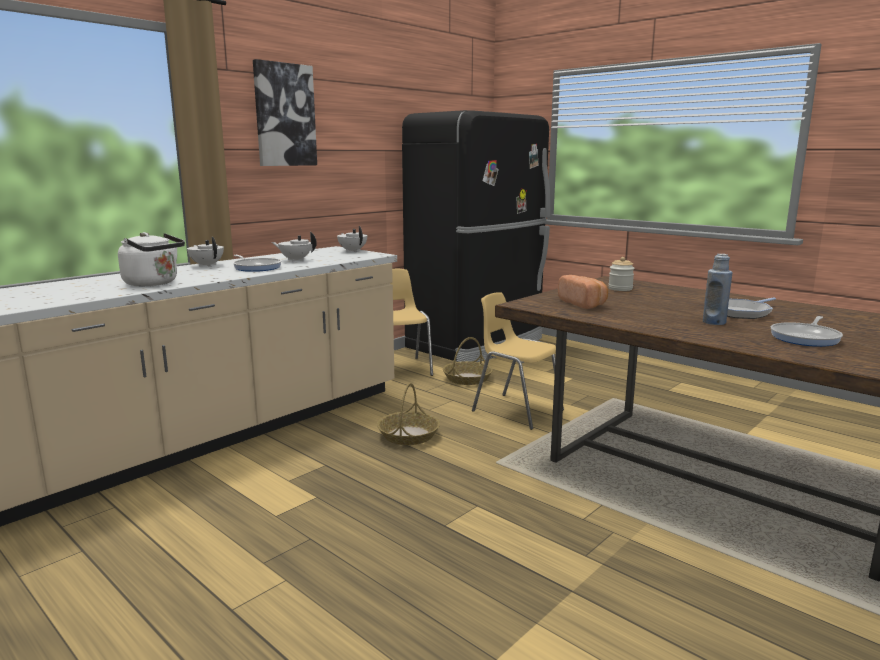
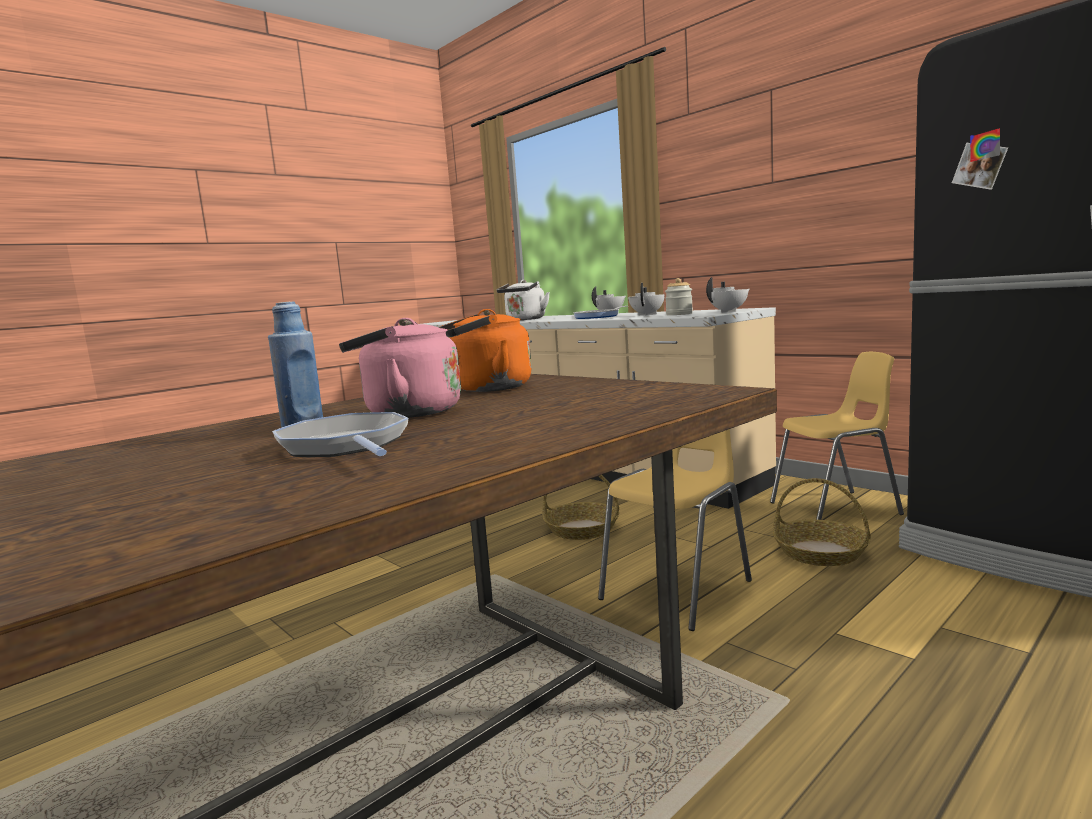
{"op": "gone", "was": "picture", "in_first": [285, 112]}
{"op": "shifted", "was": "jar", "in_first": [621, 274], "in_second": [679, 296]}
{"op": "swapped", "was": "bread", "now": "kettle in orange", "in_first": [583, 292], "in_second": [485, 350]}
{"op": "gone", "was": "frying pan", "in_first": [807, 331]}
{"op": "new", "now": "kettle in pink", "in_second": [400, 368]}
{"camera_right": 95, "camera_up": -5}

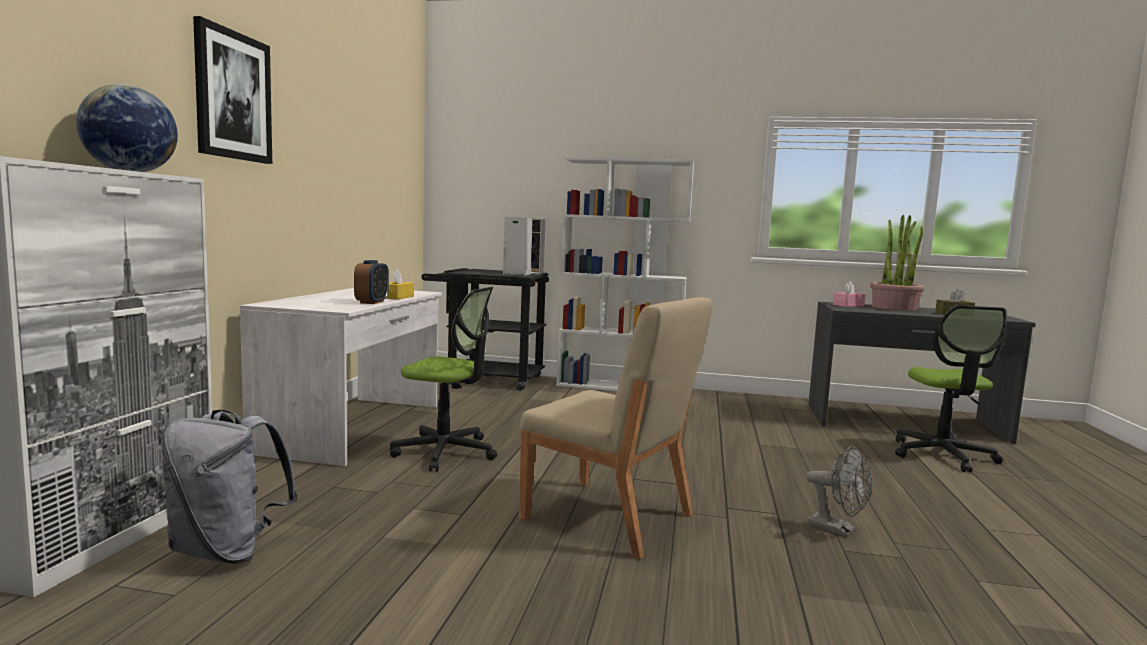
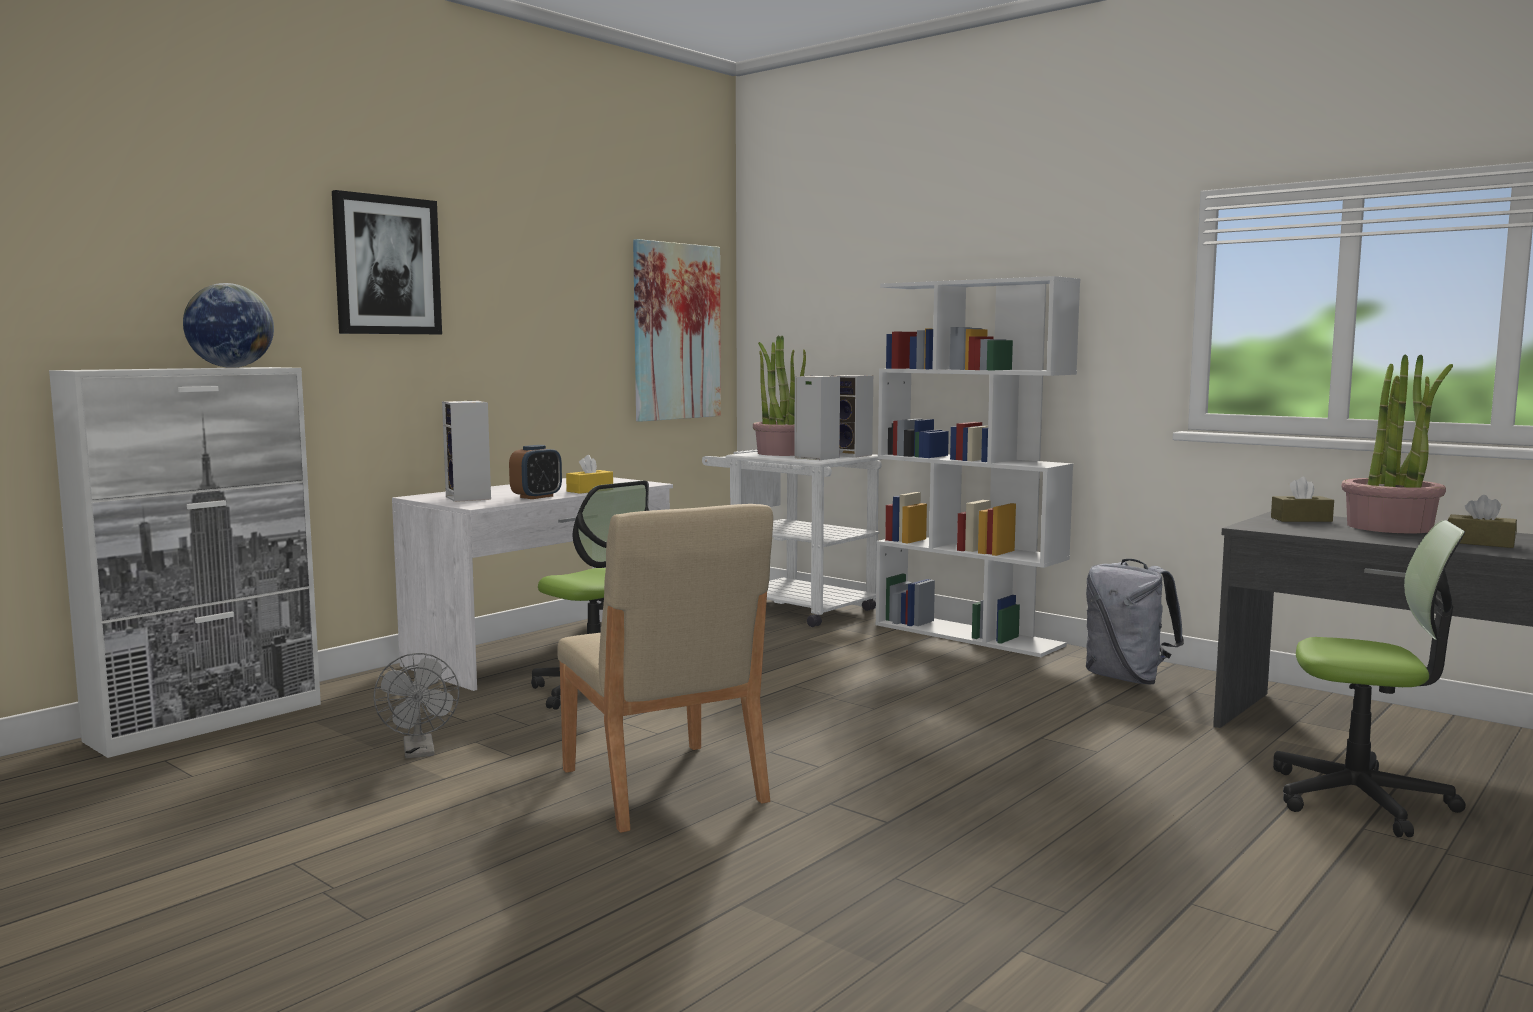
{"op": "repainted", "was": "cart in black", "now": "cart in white", "in_first": [485, 329], "in_second": [792, 538]}
{"op": "repainted", "was": "tissue box in pink", "now": "tissue box in brown", "in_first": [849, 294], "in_second": [1302, 499]}
{"op": "rotated", "was": "office chair", "in_first": [951, 388], "in_second": [1369, 678], "clockwise": -105}
{"op": "shifted", "was": "backpack in grey", "in_first": [229, 487], "in_second": [1135, 621]}
{"op": "shifted", "was": "fan in grey", "in_first": [839, 491], "in_second": [416, 706]}
{"op": "new", "now": "picture", "in_second": [677, 330]}
{"op": "new", "now": "potted plant", "in_second": [779, 395]}
{"op": "new", "now": "speaker", "in_second": [466, 451]}
{"camera_right": 30, "camera_up": 0}

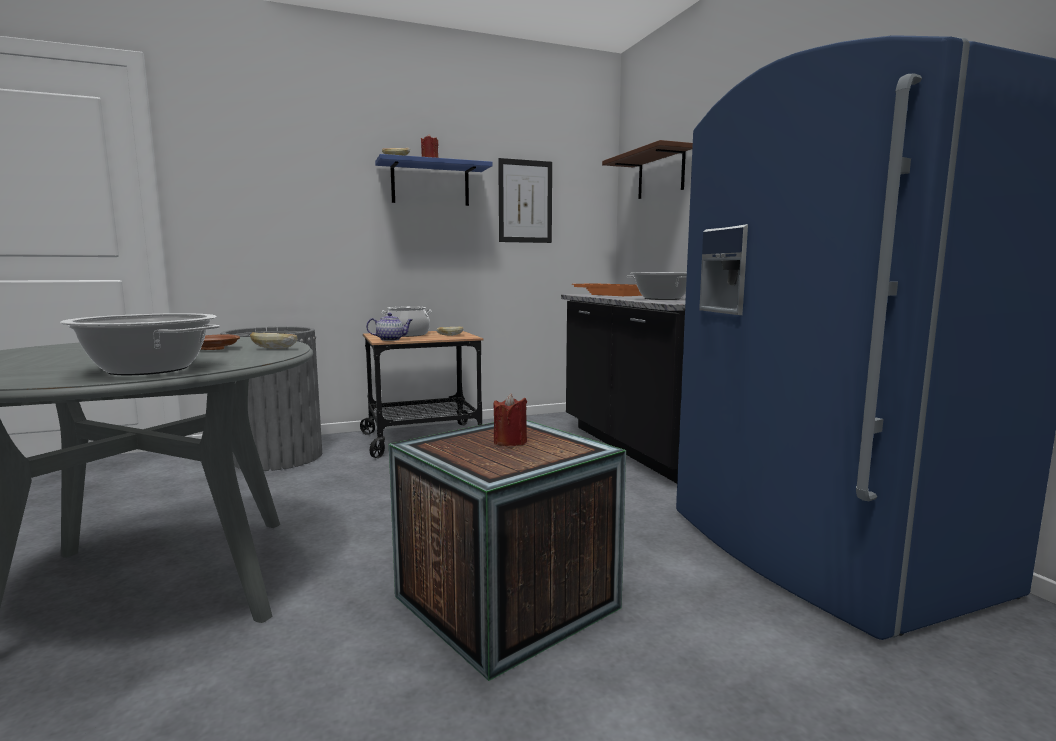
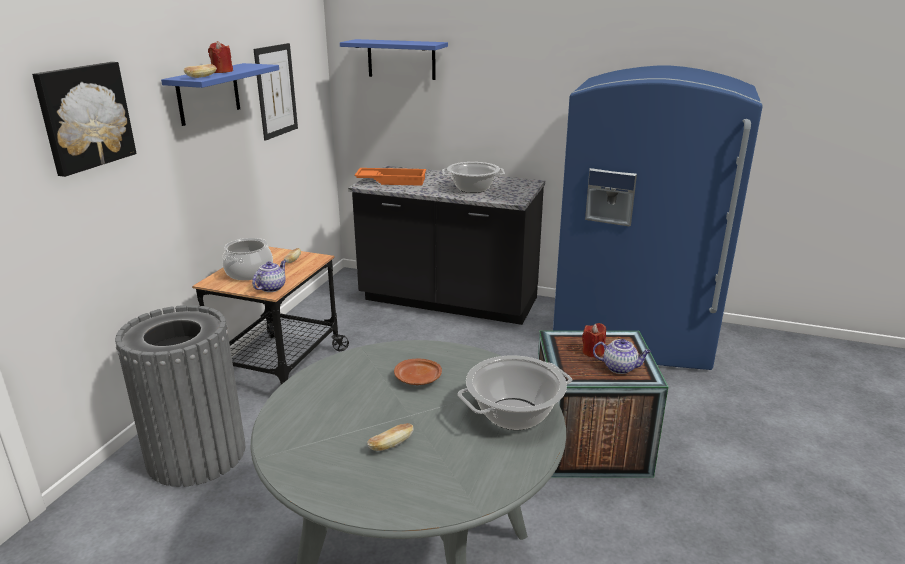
{"op": "repainted", "was": "shelf in brown", "now": "shelf in blue", "in_first": [647, 169], "in_second": [394, 59]}
{"op": "shifted", "was": "bread", "in_first": [273, 340], "in_second": [390, 437]}
{"op": "new", "now": "picture", "in_second": [84, 119]}
{"op": "new", "now": "teapot", "in_second": [622, 356]}
{"camera_right": -50, "camera_up": 15}

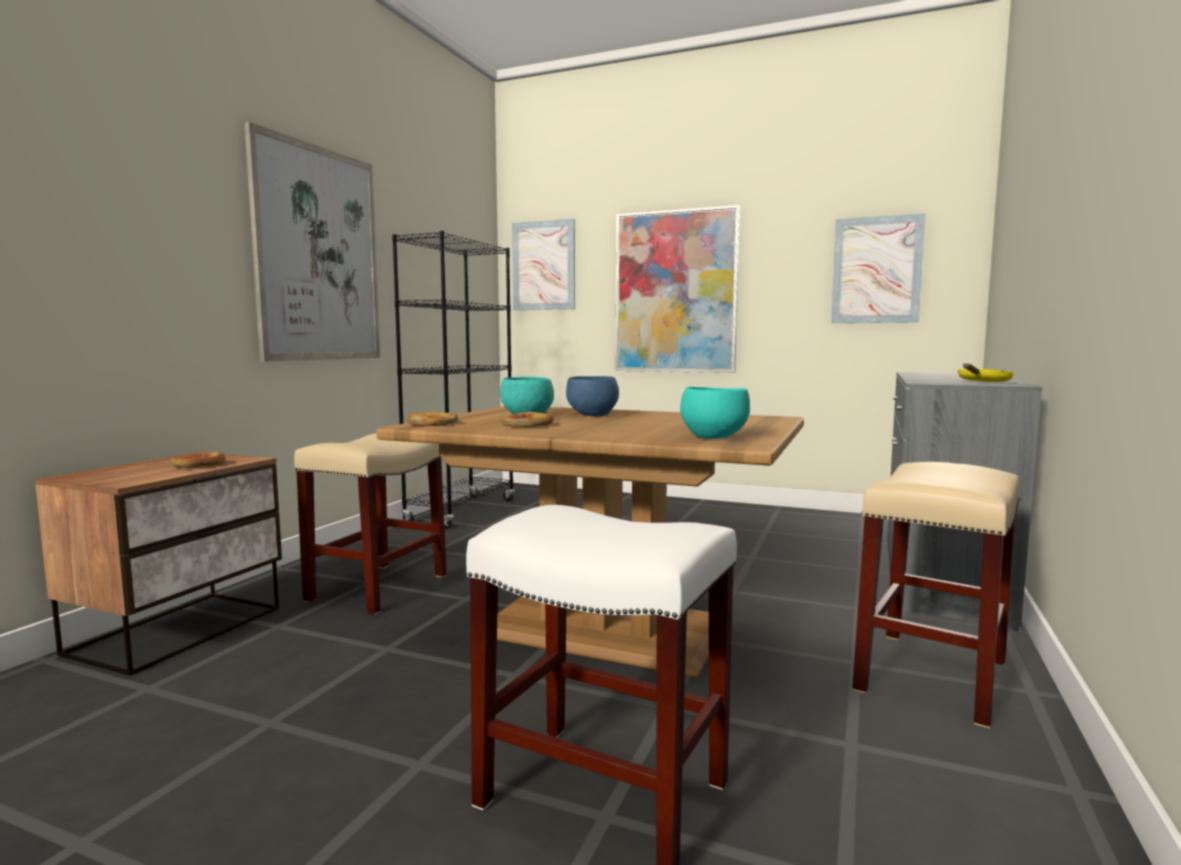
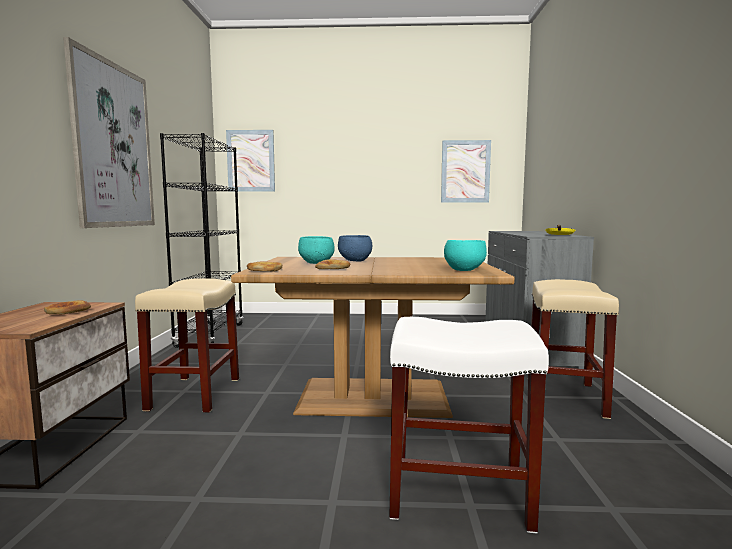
{"op": "gone", "was": "picture", "in_first": [678, 289]}
{"camera_right": -20, "camera_up": 0}

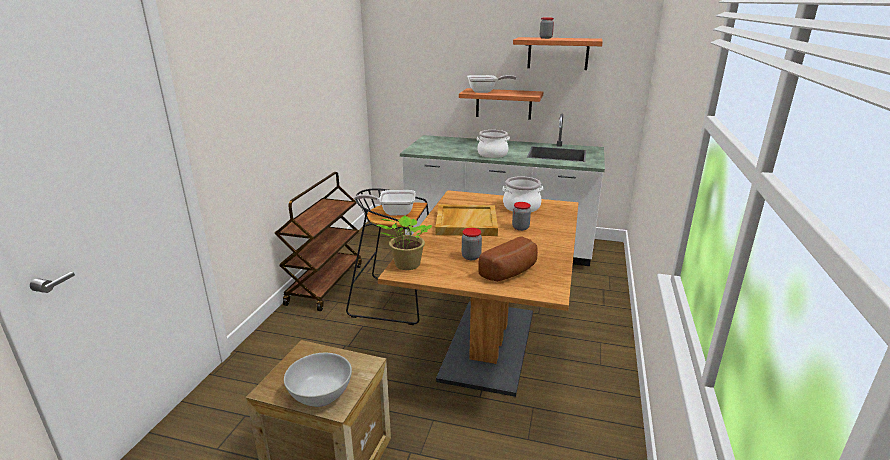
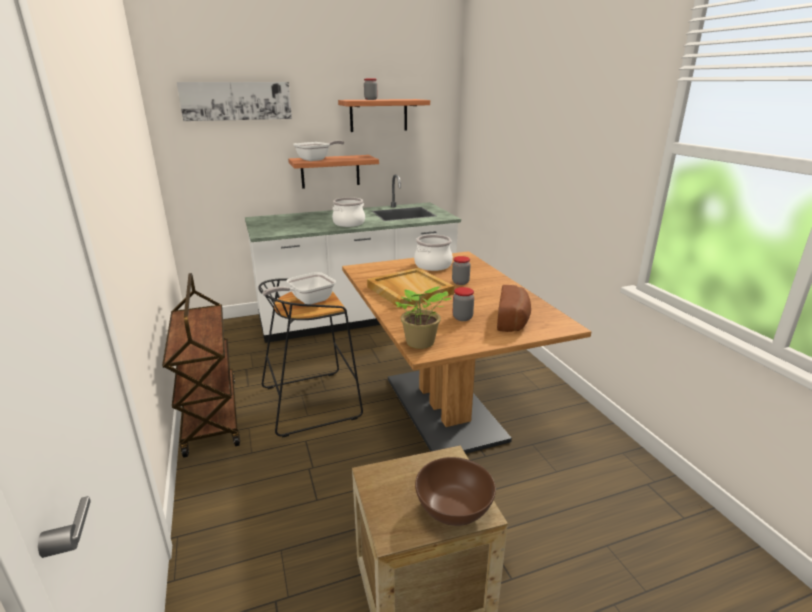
{"op": "repainted", "was": "bowl in white", "now": "bowl in brown", "in_first": [318, 380], "in_second": [455, 491]}
{"op": "new", "now": "picture", "in_second": [234, 101]}
{"camera_right": -35, "camera_up": 0}

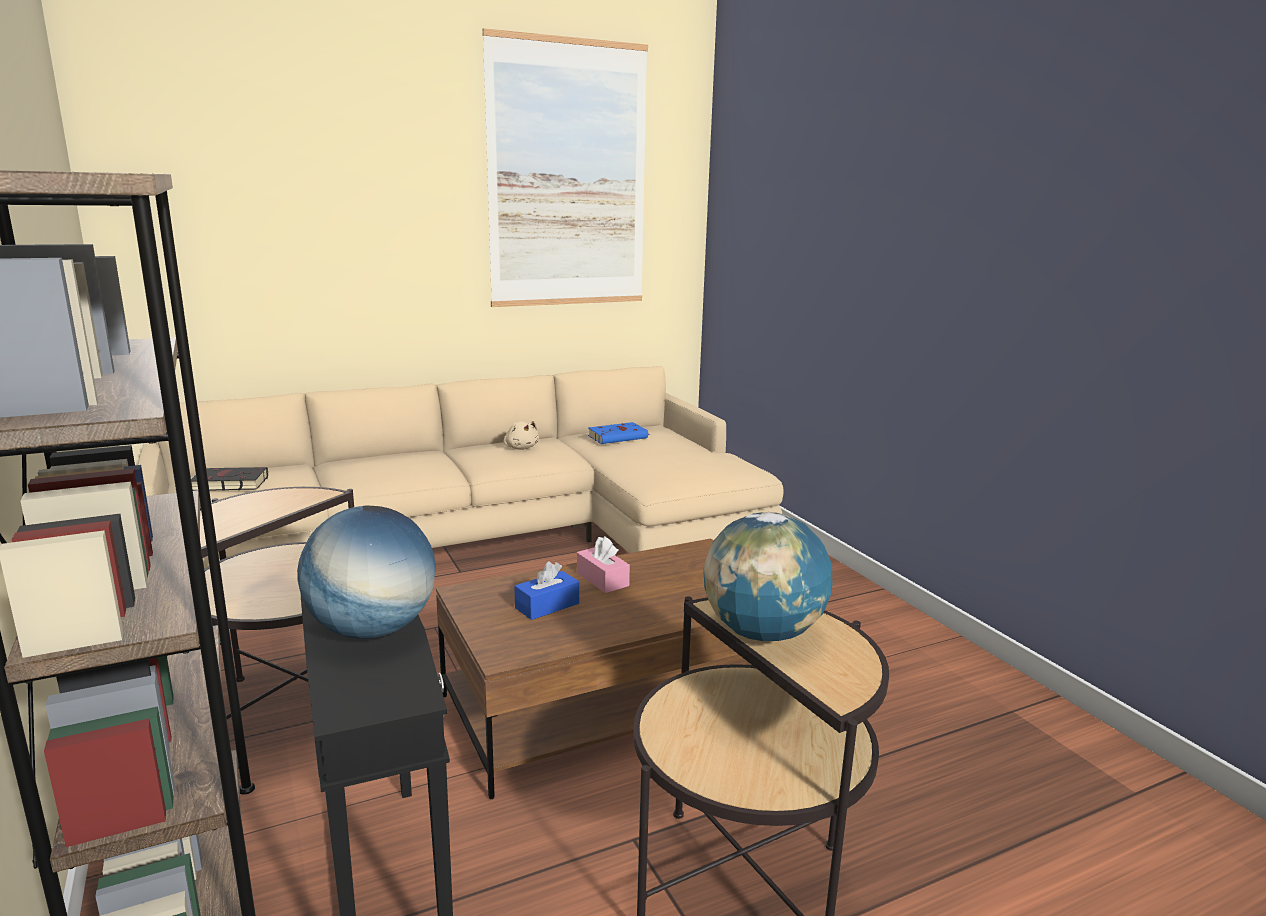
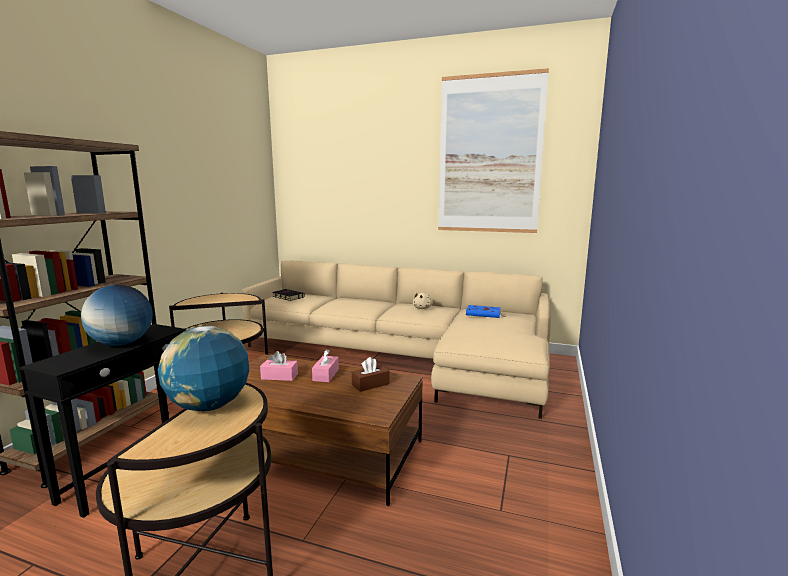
{"op": "repainted", "was": "tissue box in blue", "now": "tissue box in pink", "in_first": [546, 591], "in_second": [279, 366]}
{"op": "new", "now": "tissue box in brown", "in_second": [371, 374]}
{"camera_right": 45, "camera_up": -5}

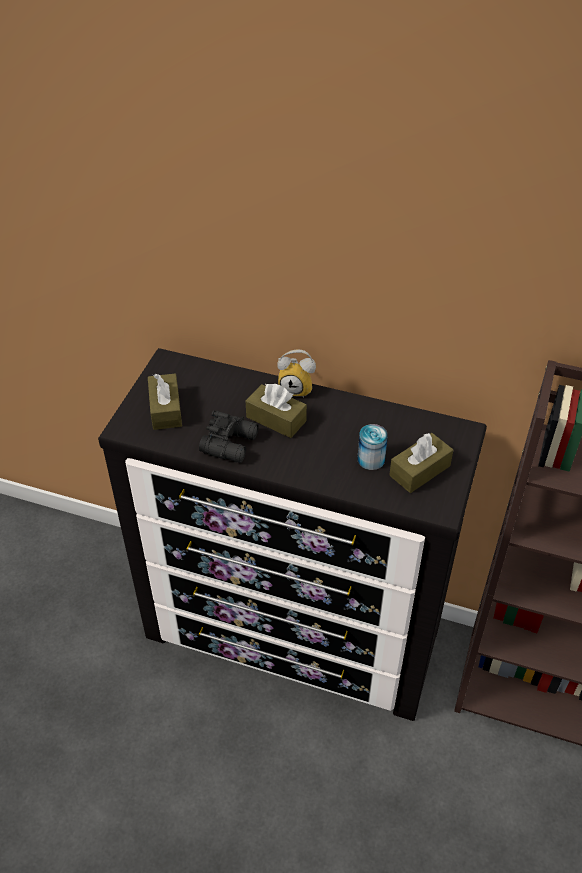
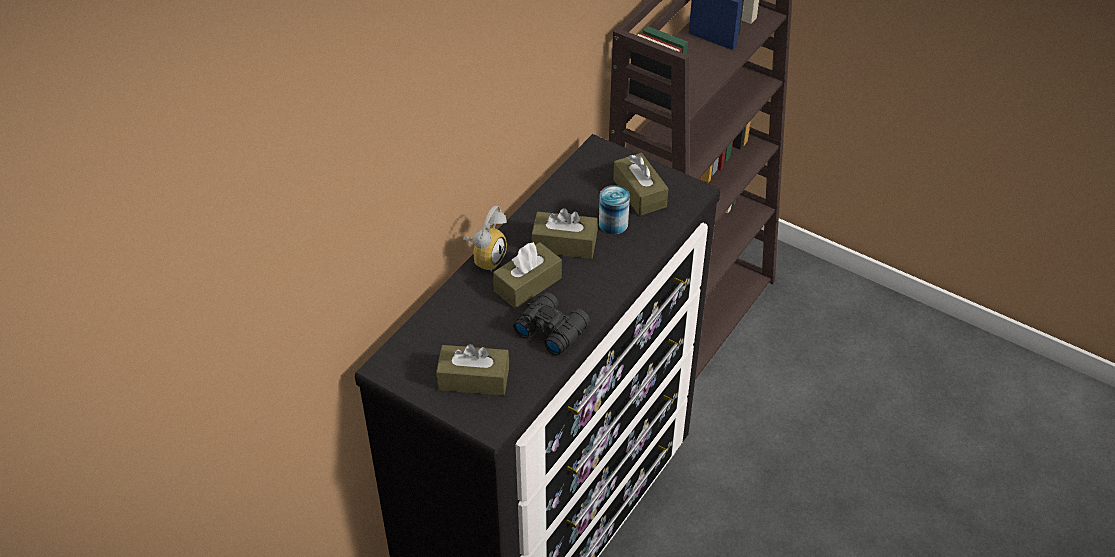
{"op": "new", "now": "tissue box in brown", "in_second": [564, 233]}
{"camera_right": -75, "camera_up": 0}

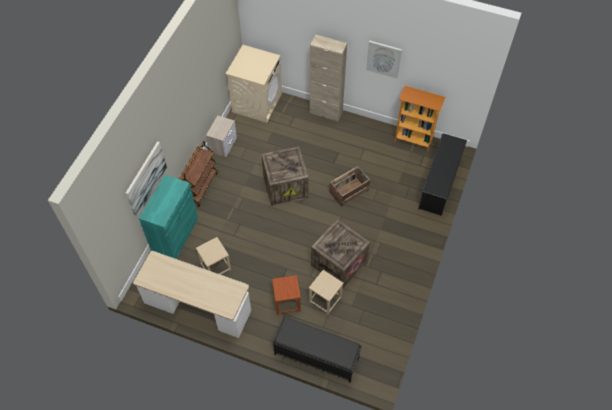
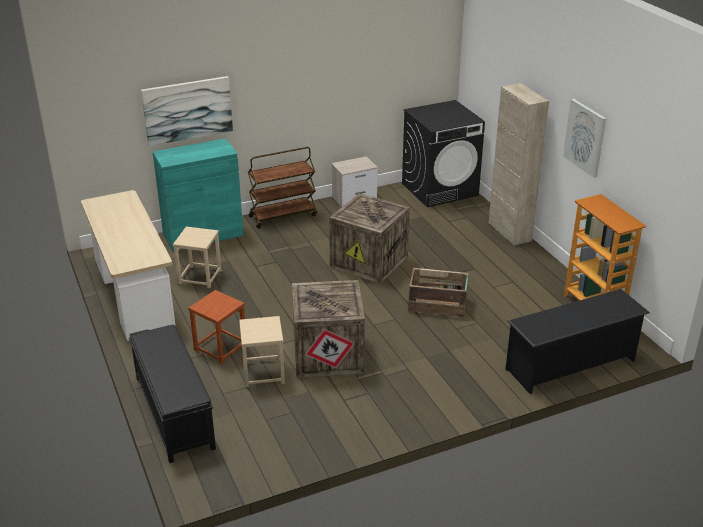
{"op": "repainted", "was": "washing machine in beige", "now": "washing machine in black", "in_first": [254, 84], "in_second": [443, 153]}
{"camera_right": 45, "camera_up": -25}

